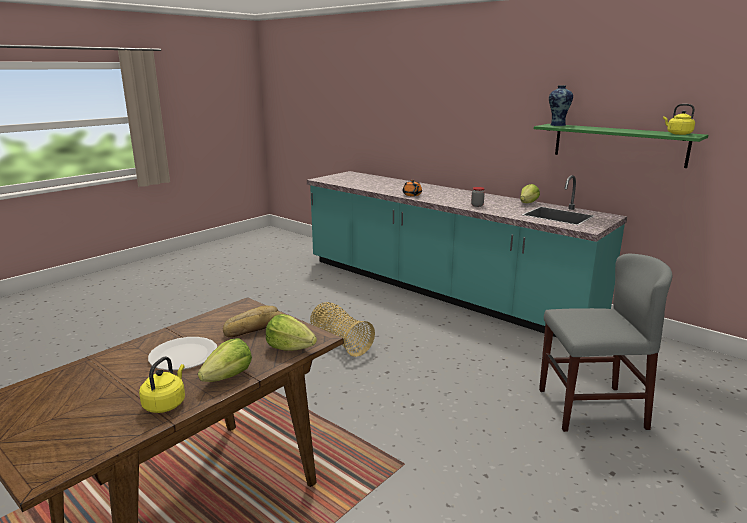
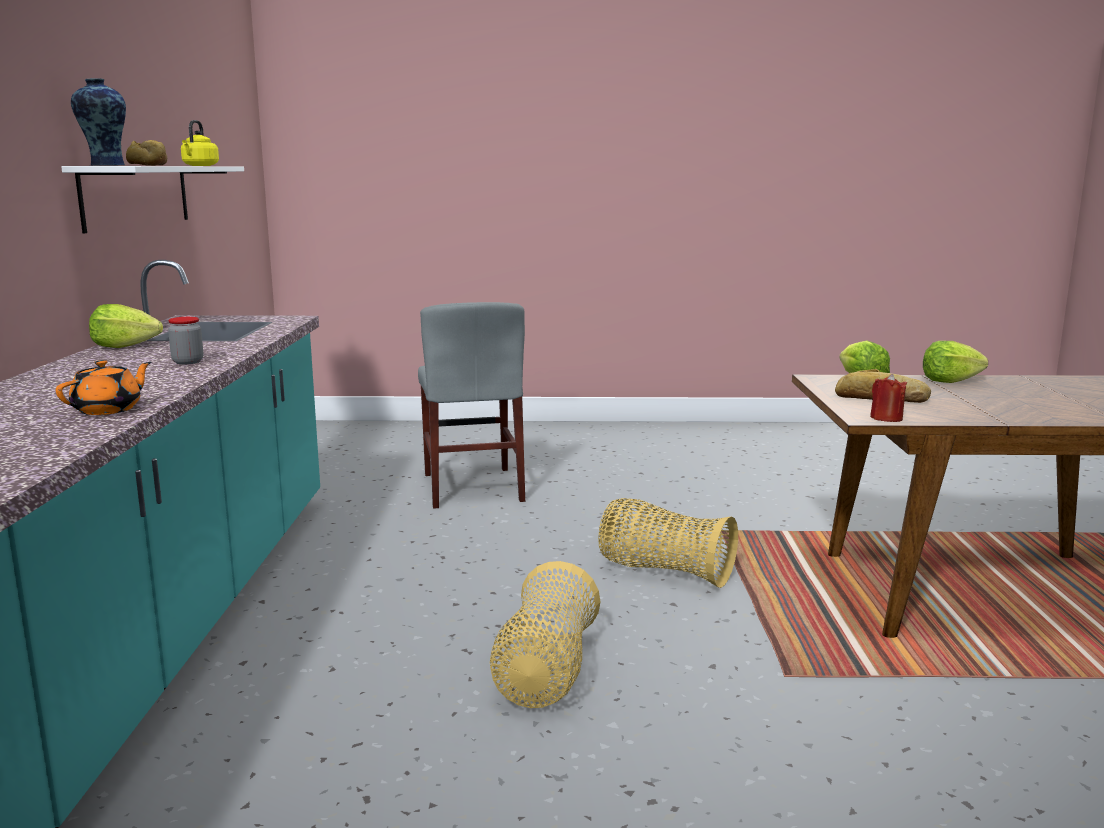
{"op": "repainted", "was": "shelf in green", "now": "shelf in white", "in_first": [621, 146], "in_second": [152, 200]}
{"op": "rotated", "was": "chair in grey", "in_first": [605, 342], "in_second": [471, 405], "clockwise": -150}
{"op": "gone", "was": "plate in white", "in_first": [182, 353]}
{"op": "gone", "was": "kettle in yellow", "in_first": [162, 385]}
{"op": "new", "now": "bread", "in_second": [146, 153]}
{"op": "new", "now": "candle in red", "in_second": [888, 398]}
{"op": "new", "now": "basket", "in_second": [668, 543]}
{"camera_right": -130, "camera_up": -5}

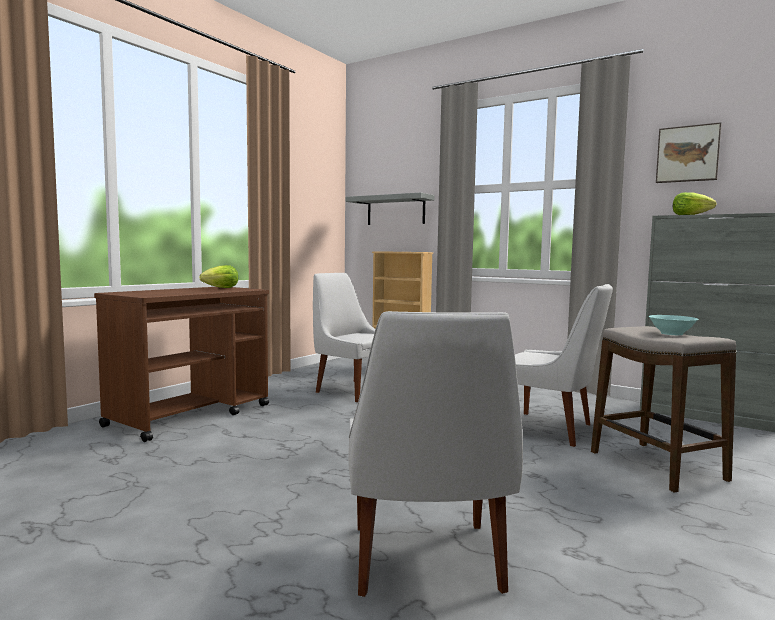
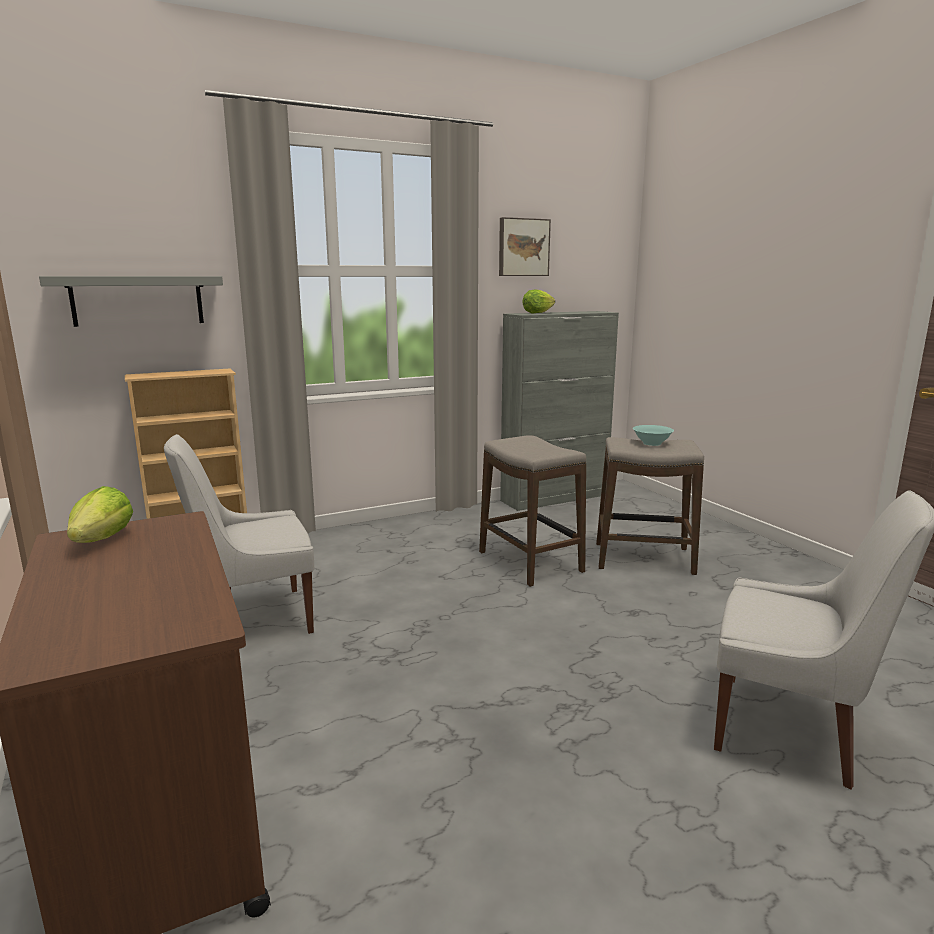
{"op": "swapped", "was": "chair in white", "now": "stool", "in_first": [564, 365], "in_second": [532, 511]}
{"camera_right": -60, "camera_up": 10}

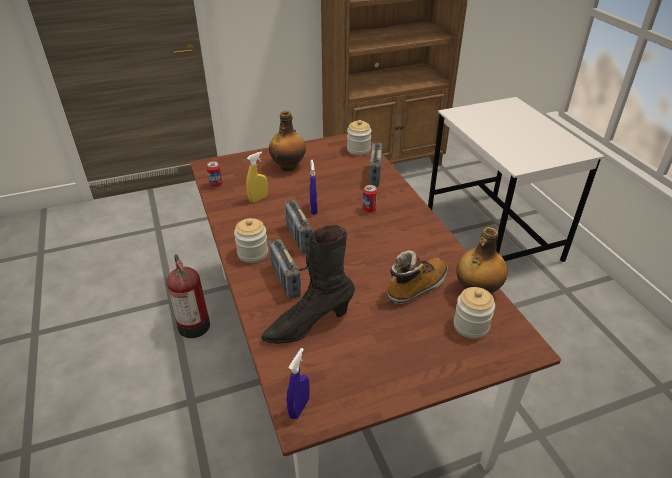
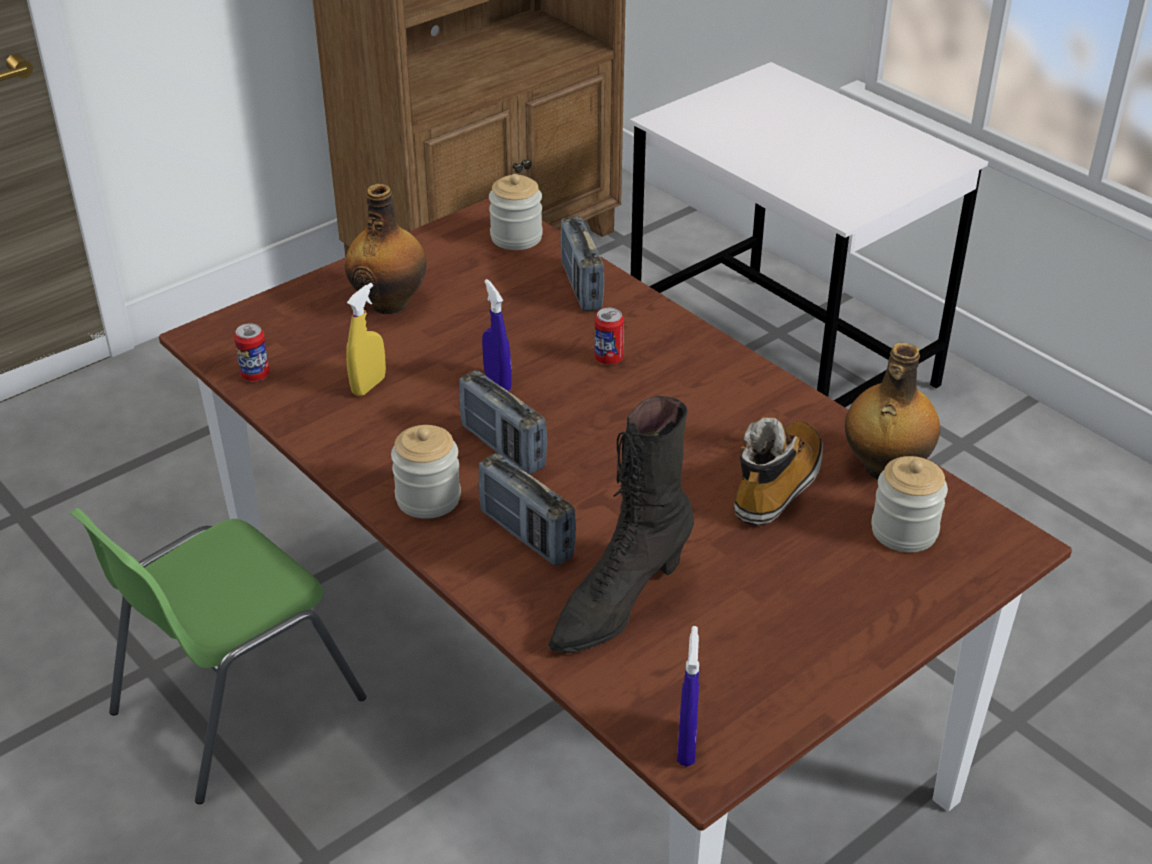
{"op": "swapped", "was": "fire extinguisher", "now": "chair in green", "in_first": [188, 296], "in_second": [218, 656]}
{"camera_right": -20, "camera_up": 0}

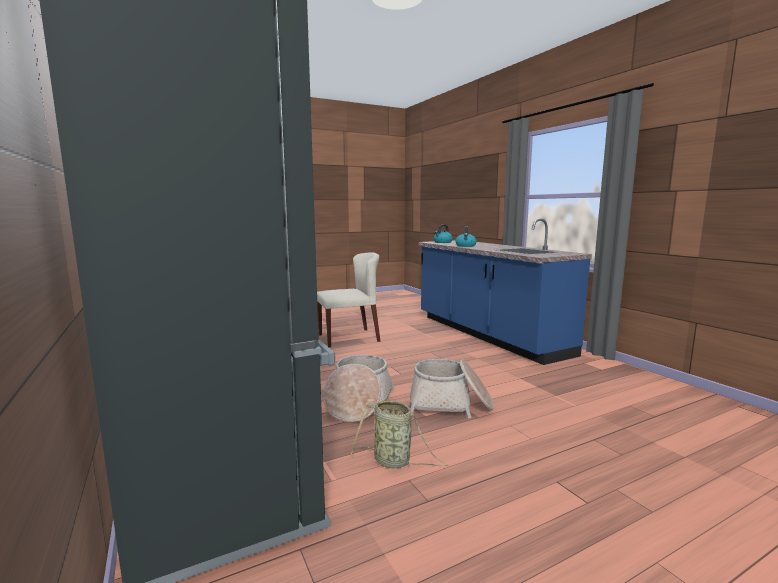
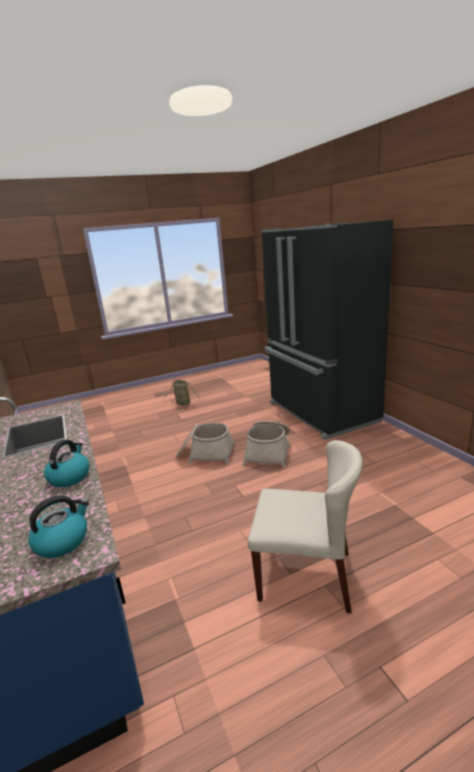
{"op": "rotated", "was": "chair in beige", "in_first": [349, 299], "in_second": [305, 527], "clockwise": -150}
{"op": "shifted", "was": "basket", "in_first": [400, 434], "in_second": [182, 393]}
{"camera_right": -175, "camera_up": 10}

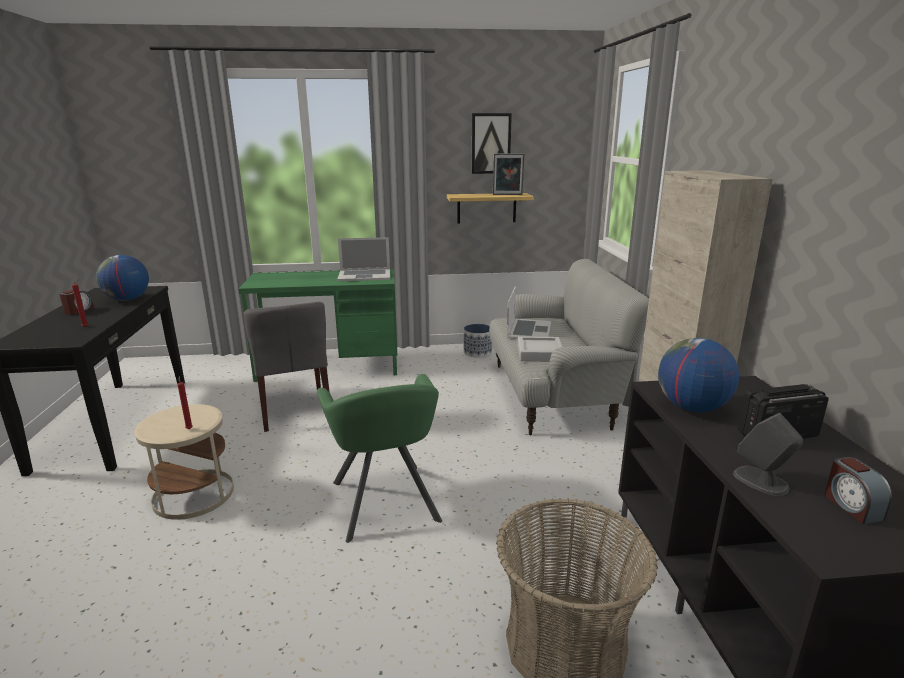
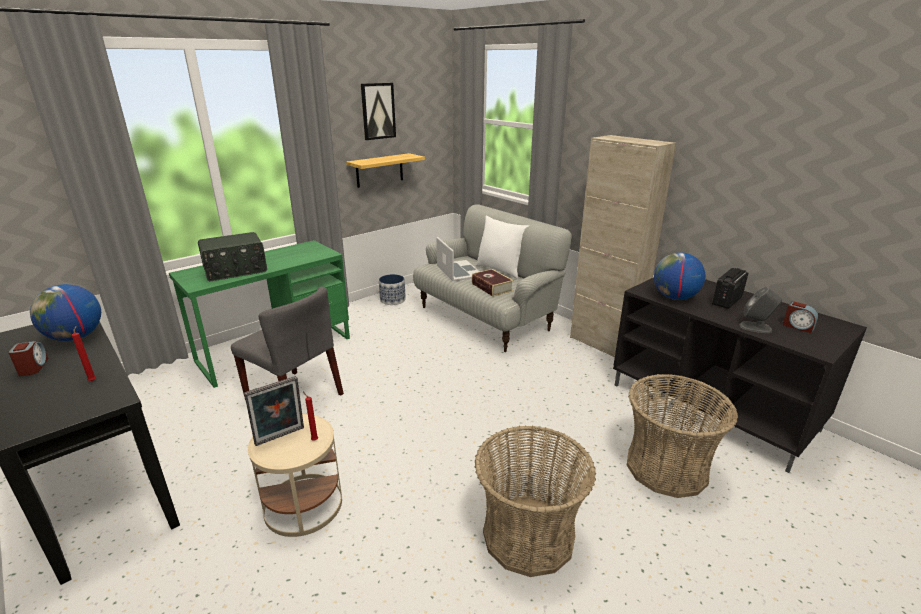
{"op": "shifted", "was": "picture frame", "in_first": [508, 174], "in_second": [274, 411]}
{"op": "gone", "was": "laptop", "in_first": [363, 259]}
{"op": "swapped", "was": "tray in grey", "now": "book", "in_first": [540, 349], "in_second": [493, 283]}
{"op": "gone", "was": "armchair in green", "in_first": [379, 458]}
{"op": "new", "now": "pillow in white", "in_second": [502, 247]}
{"op": "new", "now": "radio", "in_second": [232, 256]}
{"op": "new", "now": "basket", "in_second": [535, 501]}
{"camera_right": -35, "camera_up": 5}

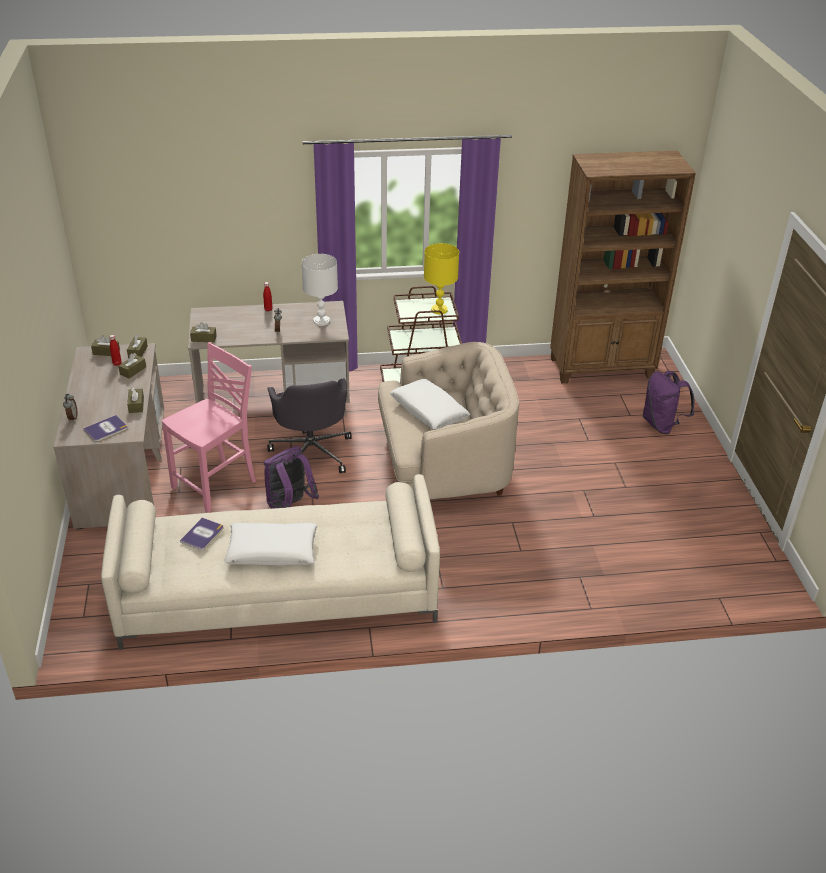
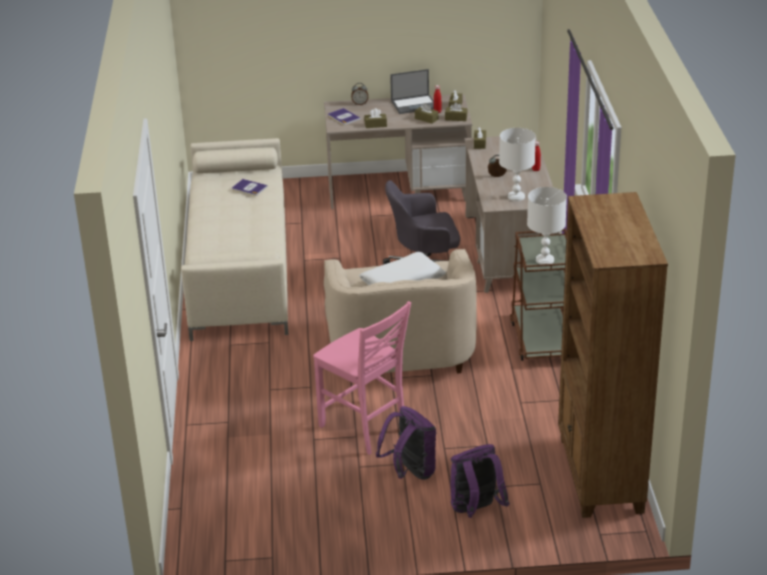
{"op": "repainted", "was": "table lamp in yellow", "now": "table lamp in white", "in_first": [441, 278], "in_second": [547, 226]}
{"op": "shifted", "was": "chair in pink", "in_first": [209, 427], "in_second": [362, 378]}
{"op": "shifted", "was": "backpack in purple", "in_first": [291, 477], "in_second": [406, 443]}
{"op": "gone", "was": "pillow in white", "in_first": [271, 544]}
{"op": "new", "now": "laptop", "in_second": [412, 91]}
{"camera_right": 95, "camera_up": -5}

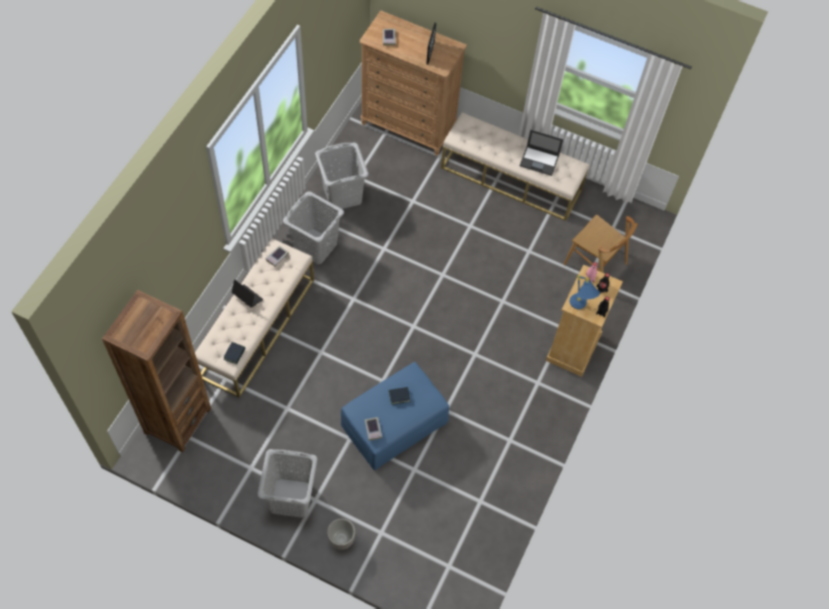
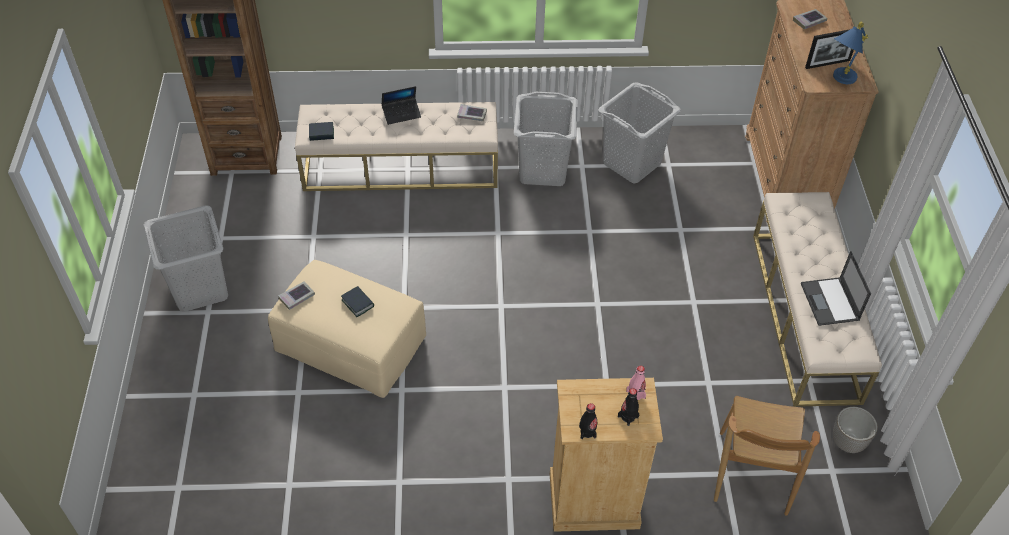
{"op": "shifted", "was": "table lamp in blue", "in_first": [585, 292], "in_second": [850, 53]}
{"op": "rotated", "was": "laptop", "in_first": [247, 293], "in_second": [401, 105], "clockwise": 60}
{"op": "repainted", "was": "ottoman in blue", "now": "ottoman in beige", "in_first": [395, 416], "in_second": [347, 329]}
{"op": "shifted", "was": "planter", "in_first": [341, 534], "in_second": [855, 430]}
{"camera_right": 65, "camera_up": -10}

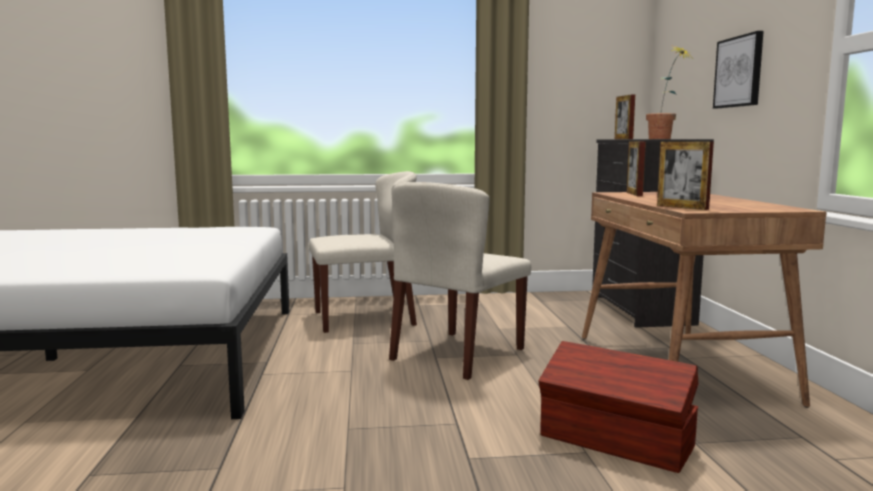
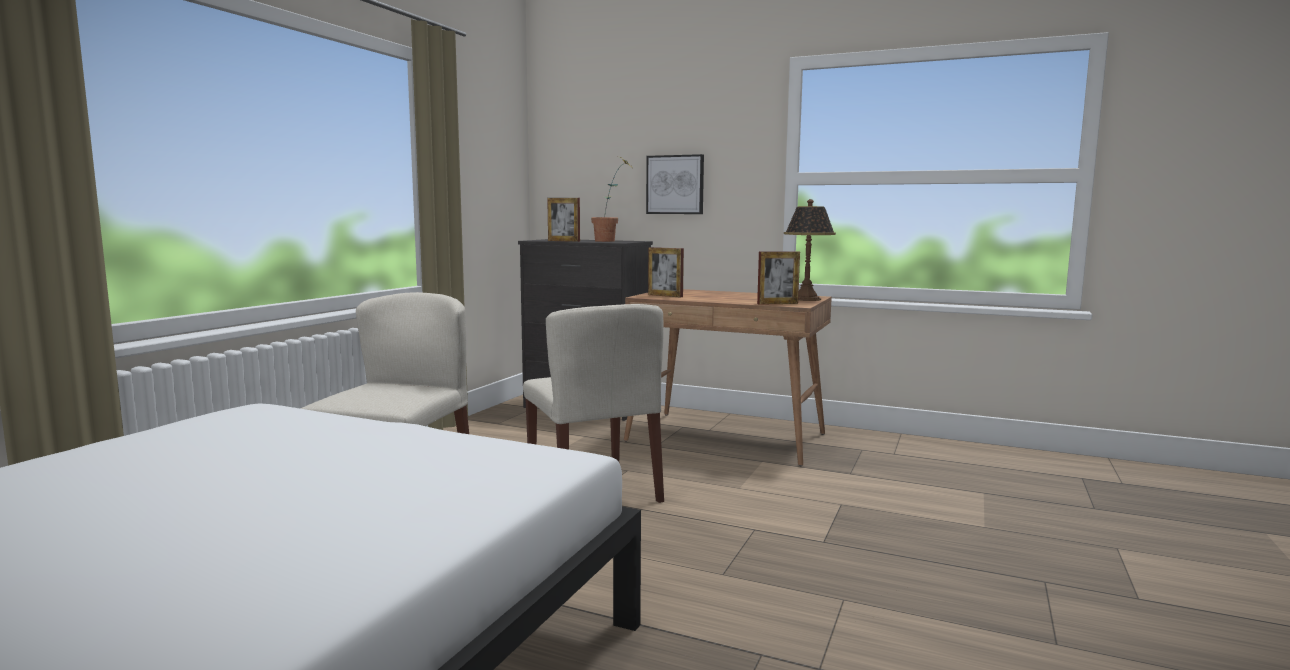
{"op": "gone", "was": "storage box in brown", "in_first": [618, 407]}
{"op": "new", "now": "table lamp", "in_second": [810, 250]}
{"camera_right": -60, "camera_up": 0}

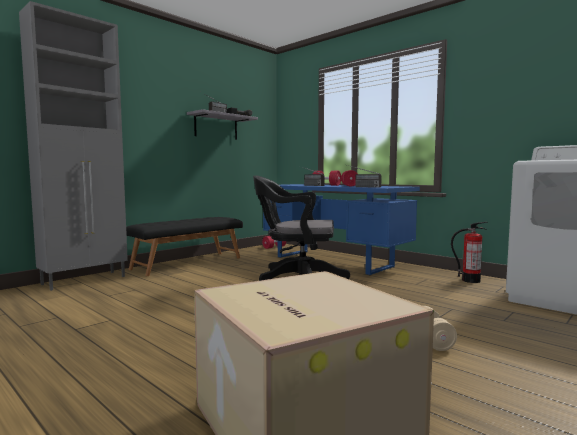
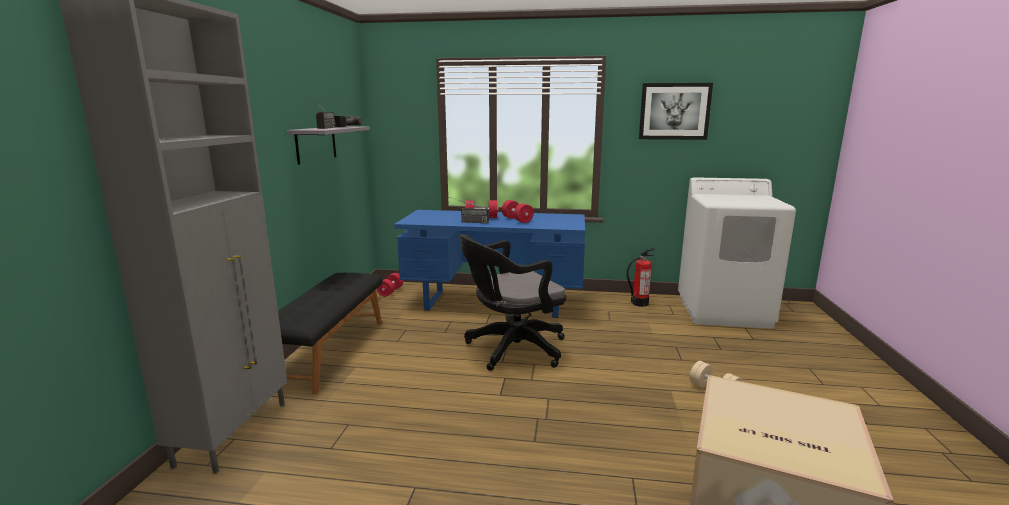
{"op": "gone", "was": "radio", "in_first": [365, 176]}
{"op": "new", "now": "picture", "in_second": [676, 111]}
{"camera_right": -35, "camera_up": 10}

